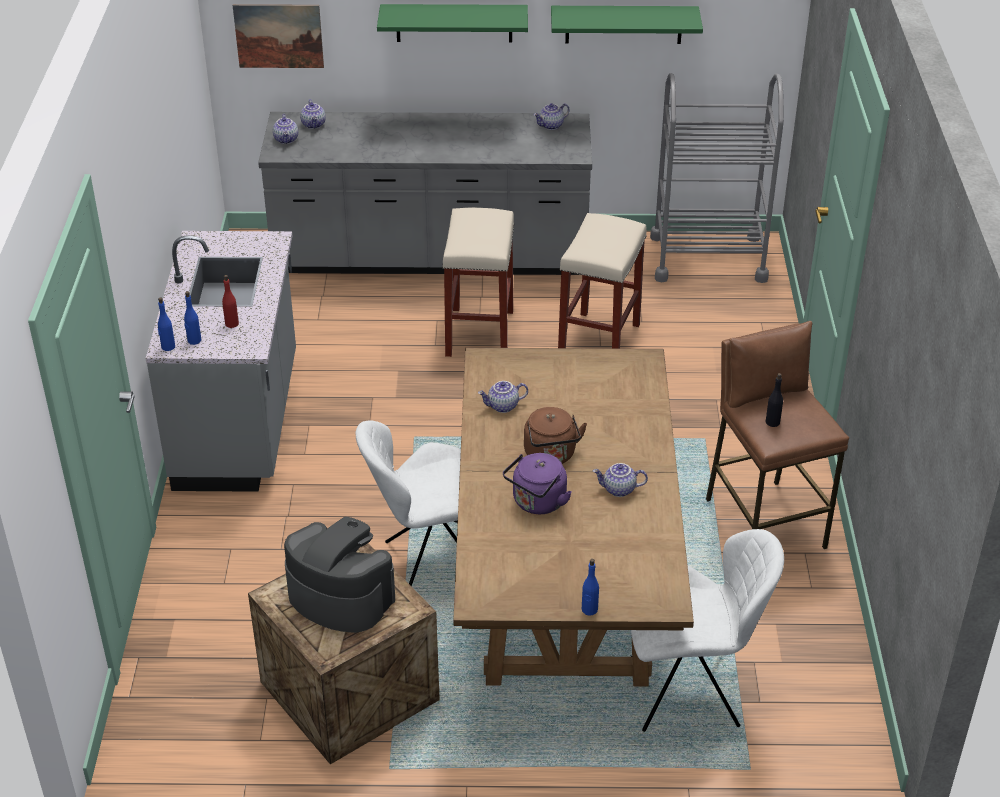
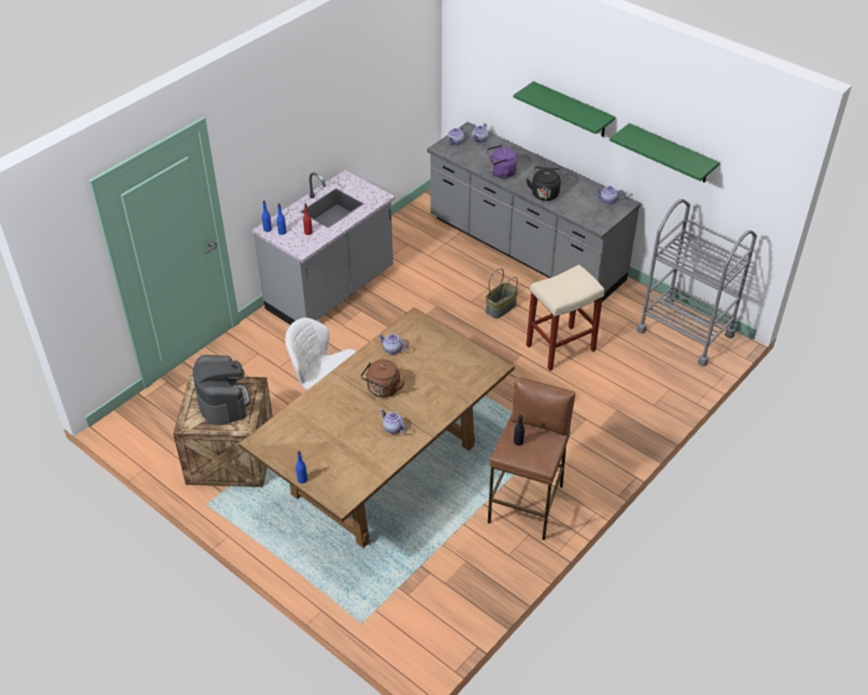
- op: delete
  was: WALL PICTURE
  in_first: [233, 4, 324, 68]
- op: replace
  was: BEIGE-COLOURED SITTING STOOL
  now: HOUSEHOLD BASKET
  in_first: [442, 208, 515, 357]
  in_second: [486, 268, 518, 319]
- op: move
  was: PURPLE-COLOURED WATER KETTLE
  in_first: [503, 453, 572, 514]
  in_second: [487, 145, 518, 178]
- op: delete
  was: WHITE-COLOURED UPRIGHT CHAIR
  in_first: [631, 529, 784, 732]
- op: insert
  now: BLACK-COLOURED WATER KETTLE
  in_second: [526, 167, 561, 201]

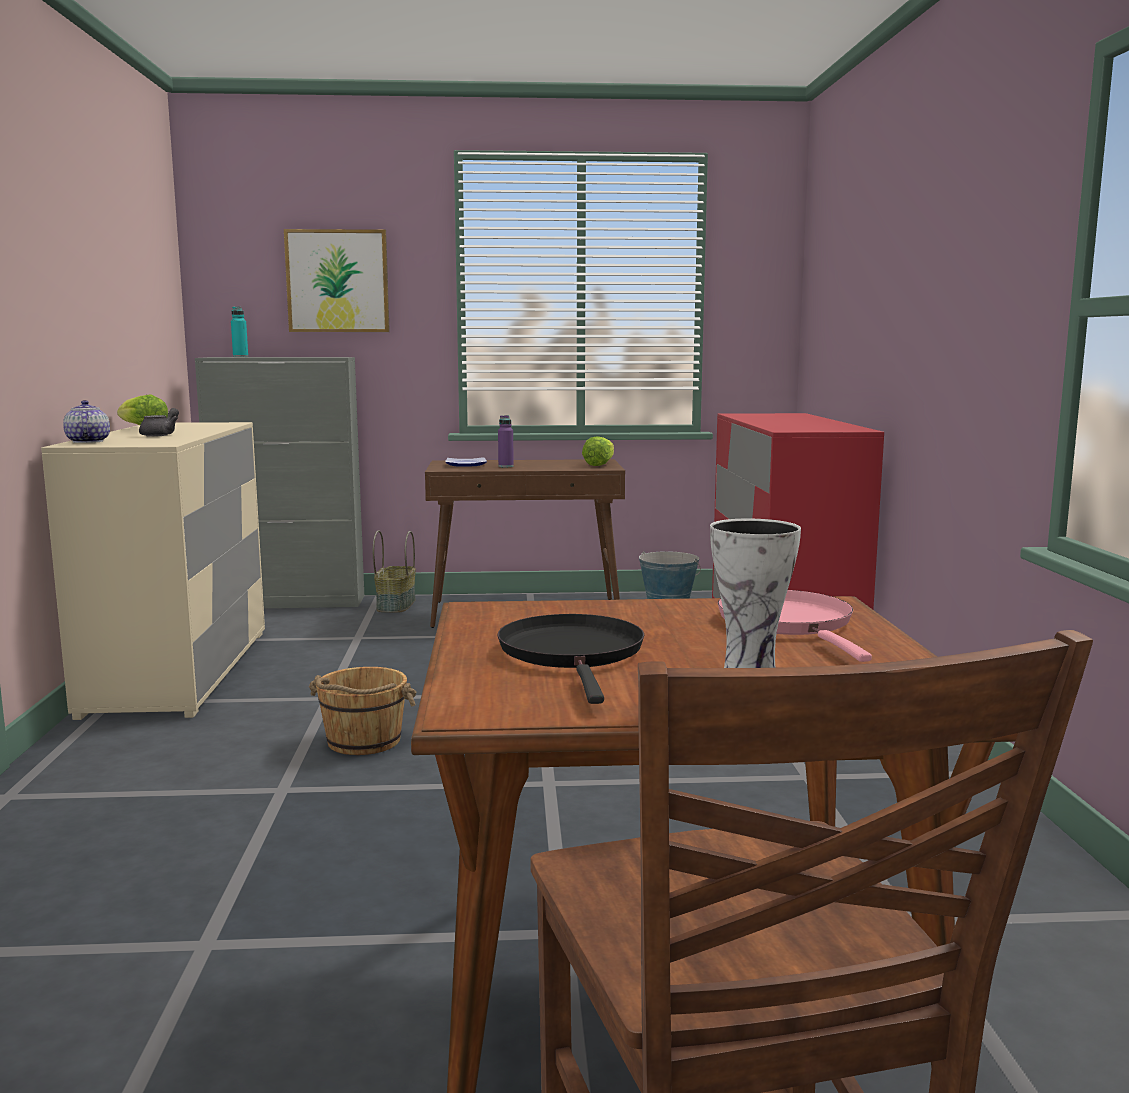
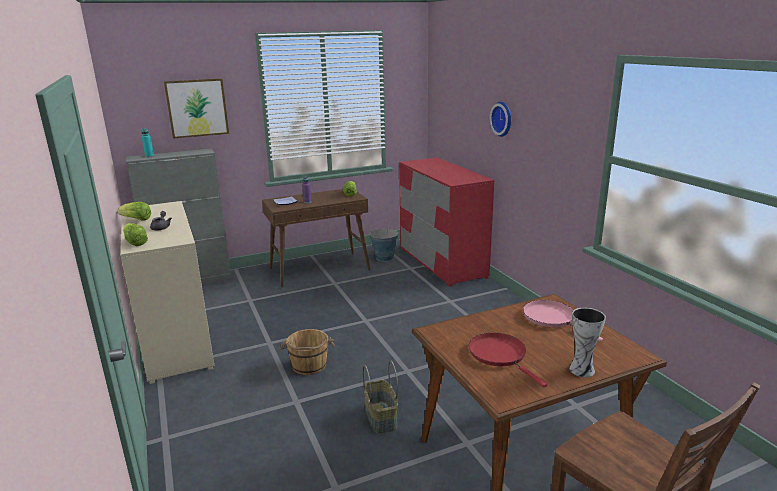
- op: replace
  was: POT FOR TEA
  now: LETTUCE
  in_first: [63, 400, 110, 443]
  in_second: [123, 223, 148, 246]
- op: move
  was: HOUSEHOLD BASKET
  in_first: [373, 530, 416, 613]
  in_second: [363, 360, 398, 434]
- op: recolor
  was: BLACK-COLOURED PAN
  now: RED-COLOURED PAN
  in_first: [497, 614, 644, 704]
  in_second: [469, 333, 547, 387]
- op: insert
  now: WALL CLOCK
  in_second: [490, 102, 512, 137]

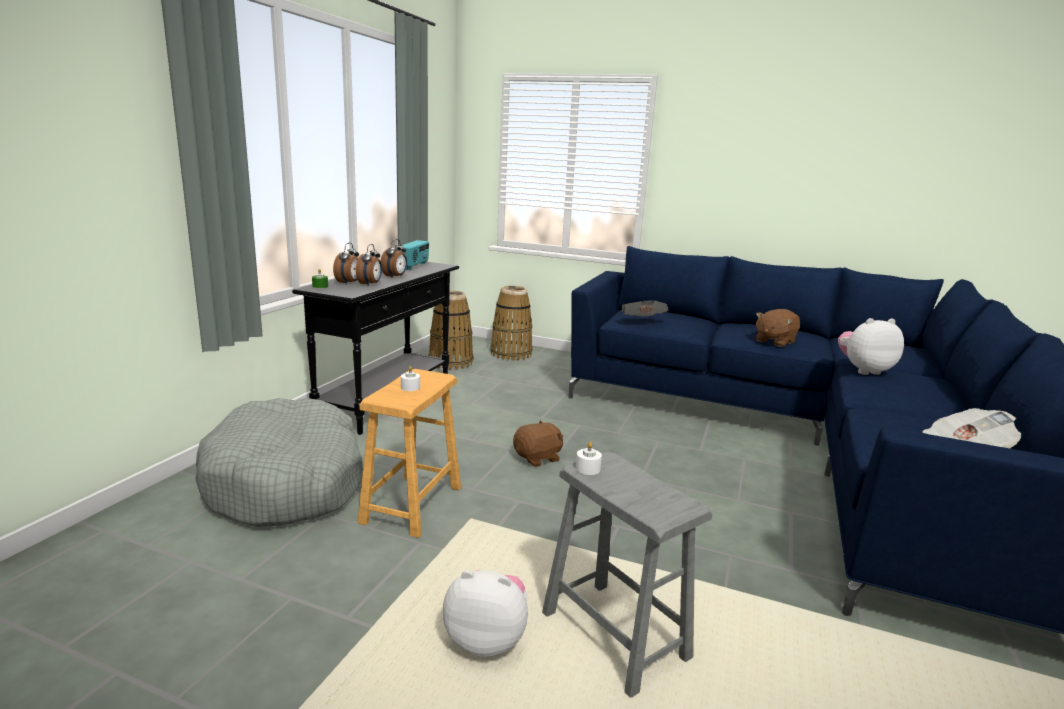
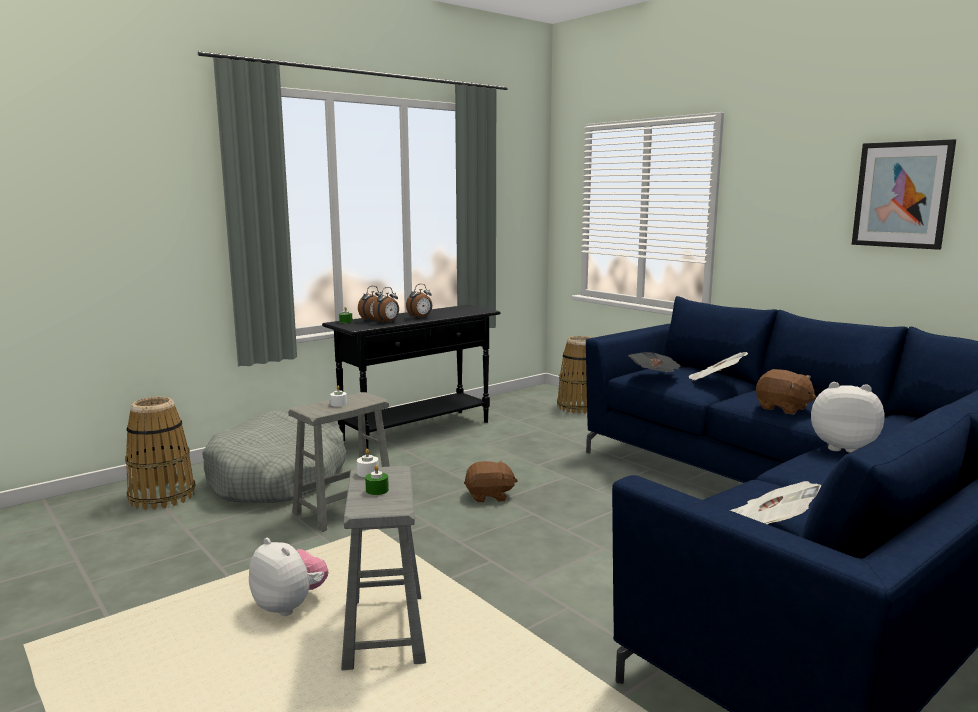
- op: recolor
  was: BROWN SITTING STOOL
  now: GREY SITTING STOOL
  in_first: [357, 369, 461, 538]
  in_second: [288, 392, 390, 532]
- op: delete
  was: RADIO SET
  in_first: [397, 240, 429, 270]
- op: move
  was: HOUSEHOLD BASKET
  in_first: [429, 290, 473, 370]
  in_second: [125, 397, 195, 510]
- op: rotate
  was: BROWN CUDDLY TOY
  in_first: [756, 309, 800, 347]
  in_second: [756, 369, 816, 415]
  clockwise: -120
- op: insert
  now: GREENISH WAX LIGHT
  in_second: [365, 465, 389, 495]
- op: insert
  now: DAILY PAPER
  in_second: [688, 352, 748, 381]
- op: insert
  now: WALL PICTURE
  in_second: [852, 139, 956, 250]

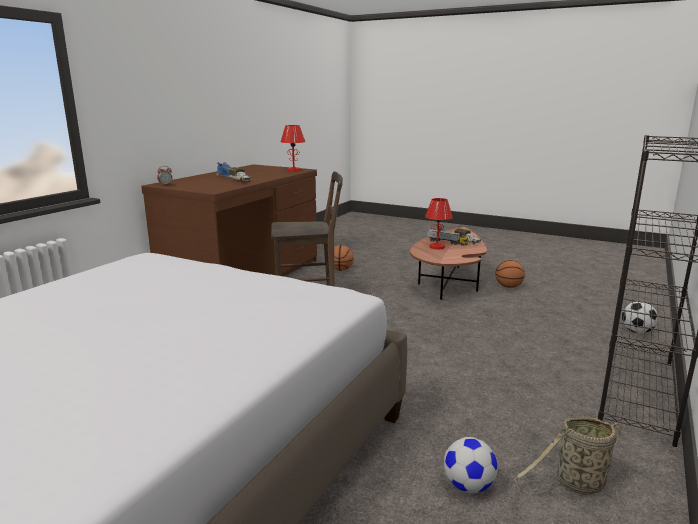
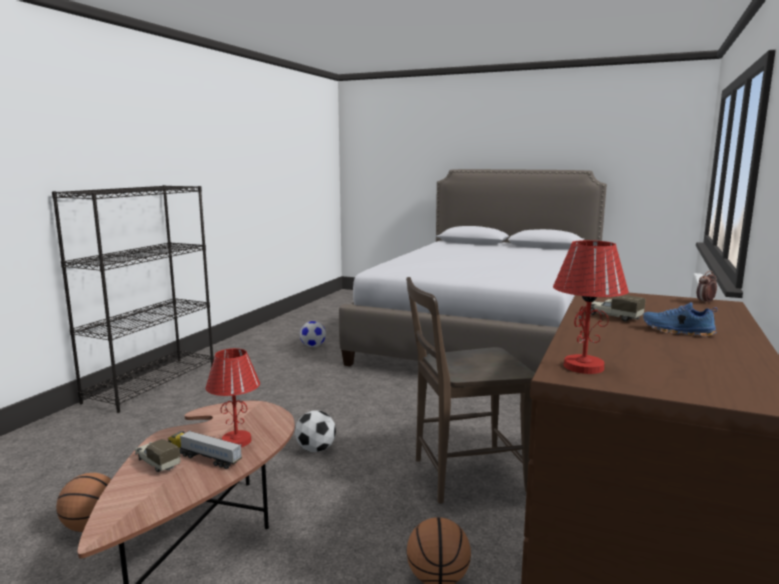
- op: delete
  was: HOUSEHOLD BASKET
  in_first: [514, 417, 627, 495]
- op: move
  was: FOOTBALL BALL
  in_first: [622, 302, 658, 333]
  in_second: [295, 410, 336, 452]

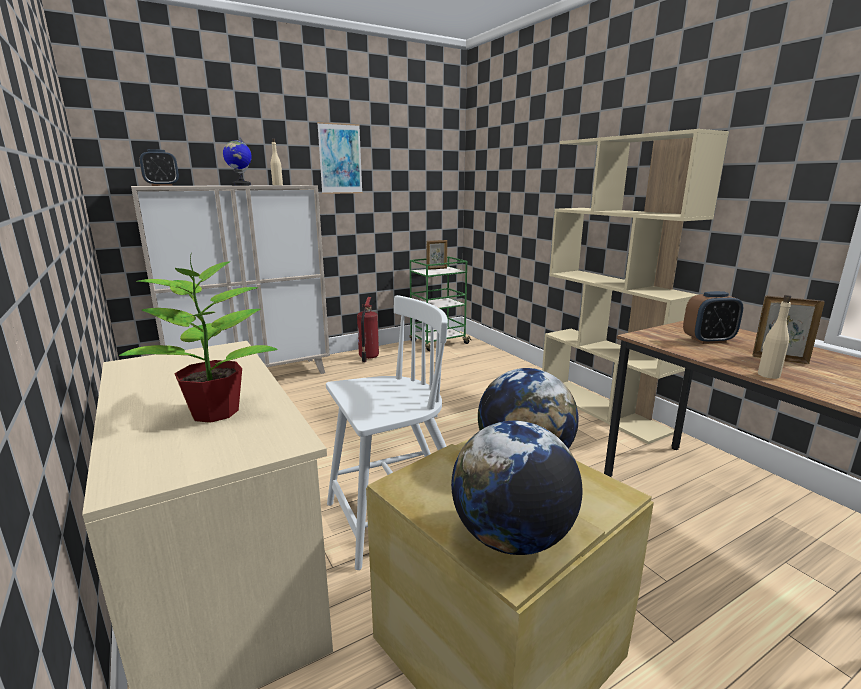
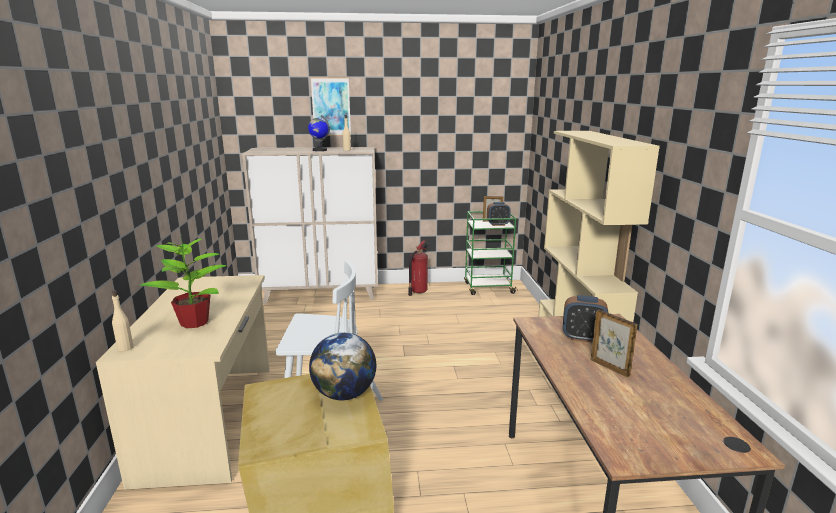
- op: move
  was: BEDSIDE CLOCK
  in_first: [139, 149, 179, 186]
  in_second: [487, 202, 511, 226]
- op: move
  was: WALL PICTURE
  in_first: [317, 122, 363, 194]
  in_second: [311, 77, 351, 136]
- op: delete
  was: GLOBE
  in_first: [451, 421, 583, 555]
- op: move
  was: BEIGE-COLOURED BEVERAGE BOTTLE
  in_first: [758, 295, 791, 379]
  in_second: [112, 290, 134, 351]

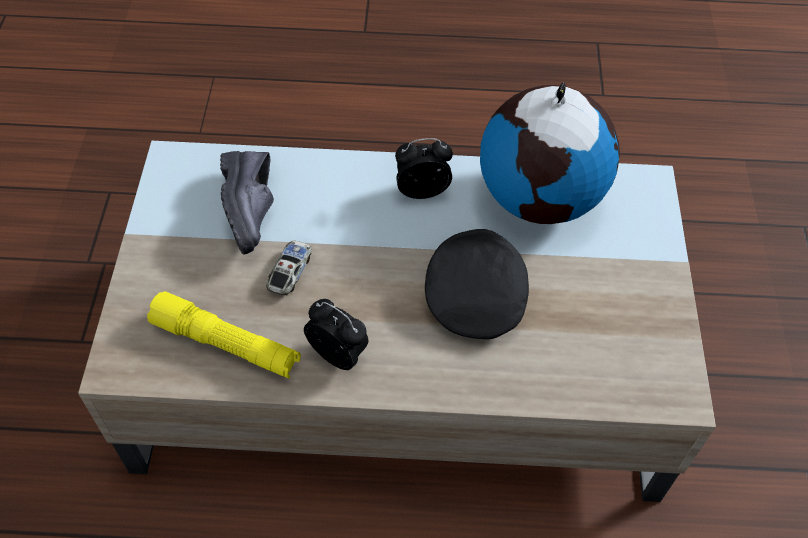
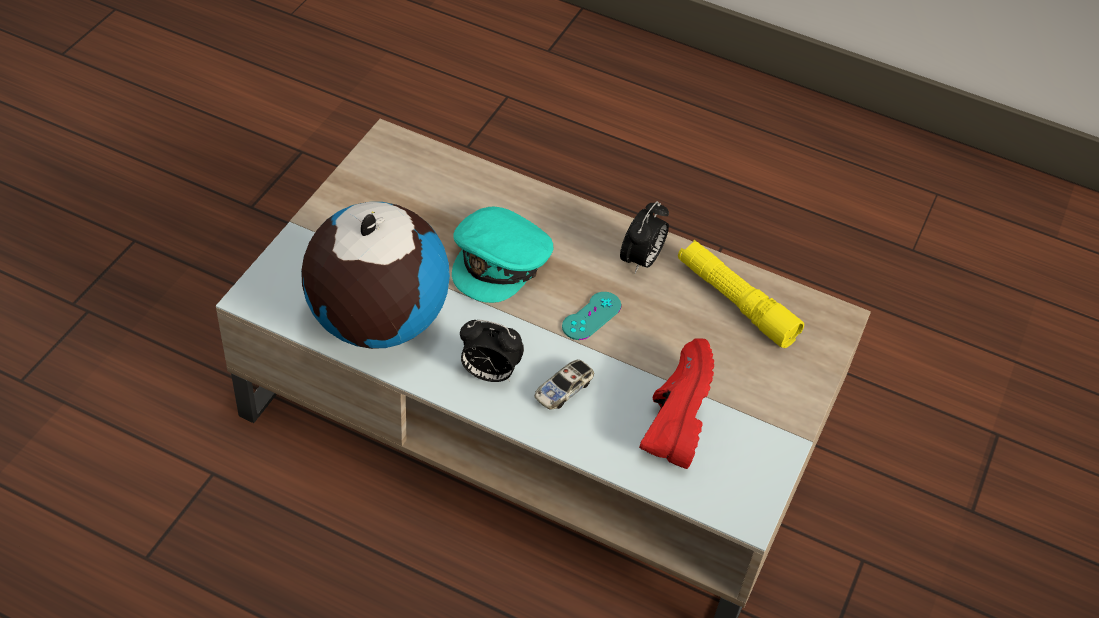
- op: recolor
  was: BLACK-COLOURED SHOE
  now: RED-COLOURED SHOE
  in_first: [220, 151, 274, 255]
  in_second: [639, 338, 714, 469]
- op: move
  was: TOY CAR
  in_first: [266, 241, 312, 295]
  in_second: [535, 360, 594, 409]
- op: rotate
  was: BEDSIDE CLOCK
  in_first: [304, 299, 369, 370]
  in_second: [620, 201, 669, 273]
  clockwise: -120
- op: recolor
  was: BLACK-COLOURED CAP
  now: BLUE-GREEN CAP
  in_first: [425, 229, 529, 339]
  in_second: [452, 207, 553, 303]
- op: insert
  now: BLUE-GREEN JOYPAD
  in_second: [562, 292, 621, 340]

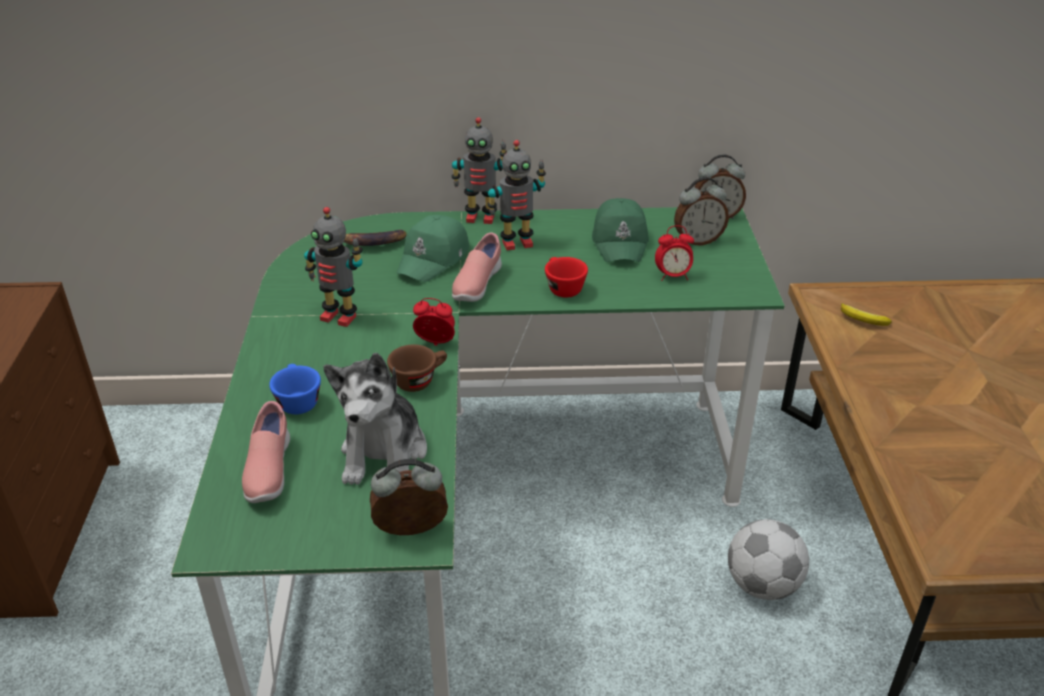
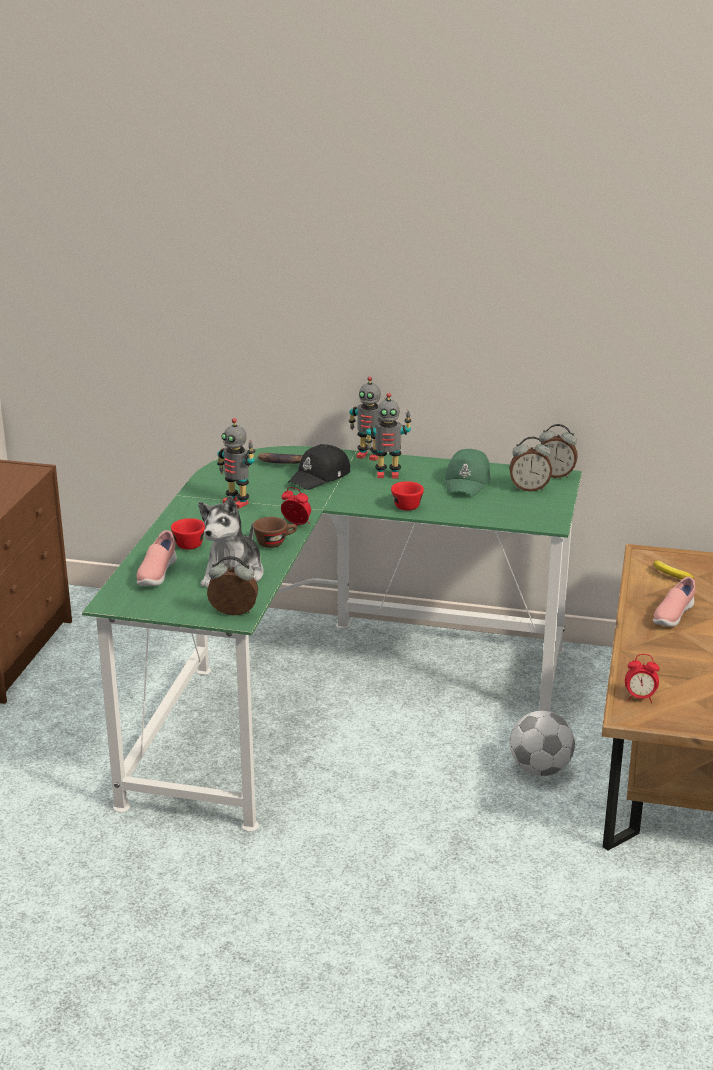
- op: recolor
  was: BLUE-COLOURED CUP
  now: RED-COLOURED CUP
  in_first: [269, 364, 321, 414]
  in_second: [171, 518, 205, 550]
- op: recolor
  was: GREENISH CAP
  now: BLACK-COLOURED CAP
  in_first: [396, 215, 469, 282]
  in_second: [288, 444, 350, 490]
- op: move
  was: PINKISH SHOE
  in_first: [452, 233, 502, 302]
  in_second: [653, 577, 695, 627]
- op: move
  was: BEDSIDE CLOCK
  in_first: [655, 225, 694, 281]
  in_second: [625, 654, 660, 703]

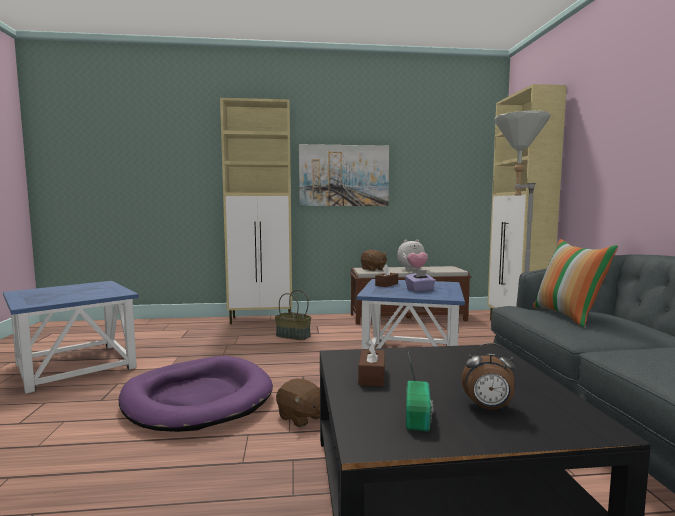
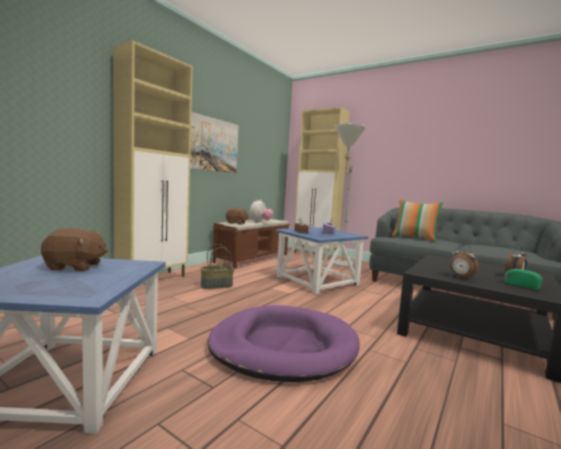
- op: move
  was: BROWN CUDDLY TOY
  in_first: [276, 378, 320, 427]
  in_second: [41, 228, 108, 271]
- op: replace
  was: BROWN TISSUE BOX
  now: BEDSIDE CLOCK
  in_first: [358, 338, 385, 386]
  in_second: [450, 245, 479, 278]

